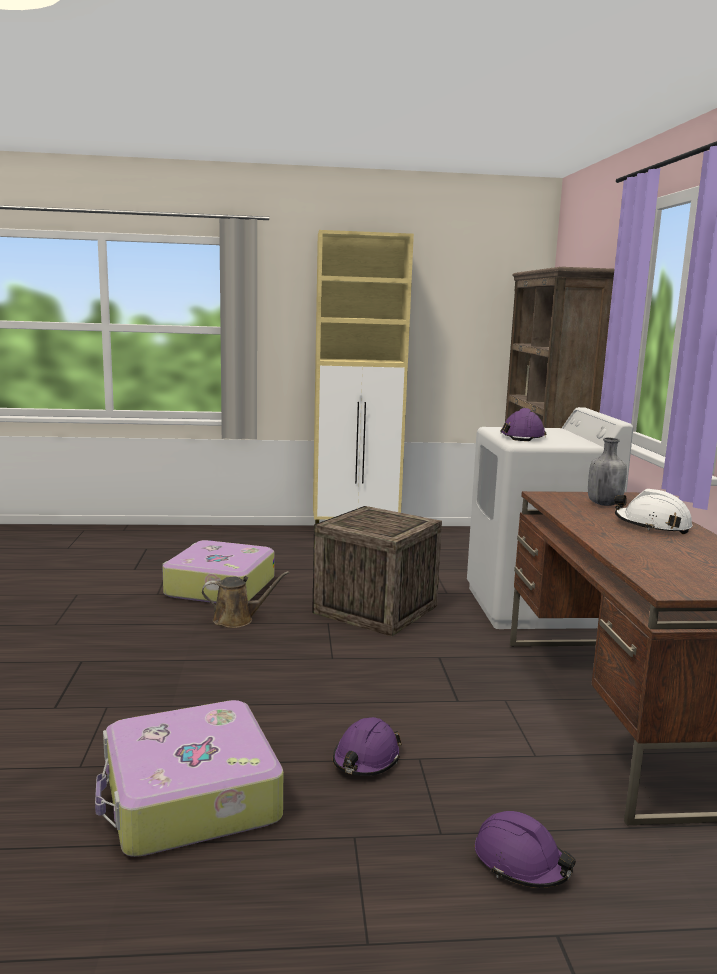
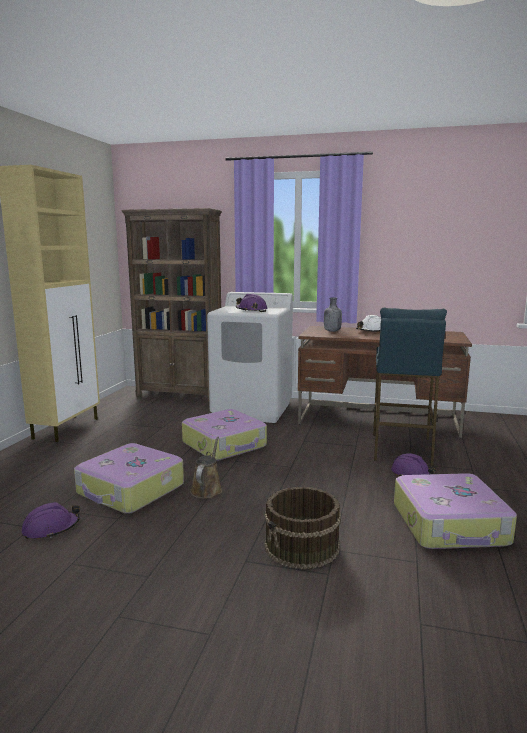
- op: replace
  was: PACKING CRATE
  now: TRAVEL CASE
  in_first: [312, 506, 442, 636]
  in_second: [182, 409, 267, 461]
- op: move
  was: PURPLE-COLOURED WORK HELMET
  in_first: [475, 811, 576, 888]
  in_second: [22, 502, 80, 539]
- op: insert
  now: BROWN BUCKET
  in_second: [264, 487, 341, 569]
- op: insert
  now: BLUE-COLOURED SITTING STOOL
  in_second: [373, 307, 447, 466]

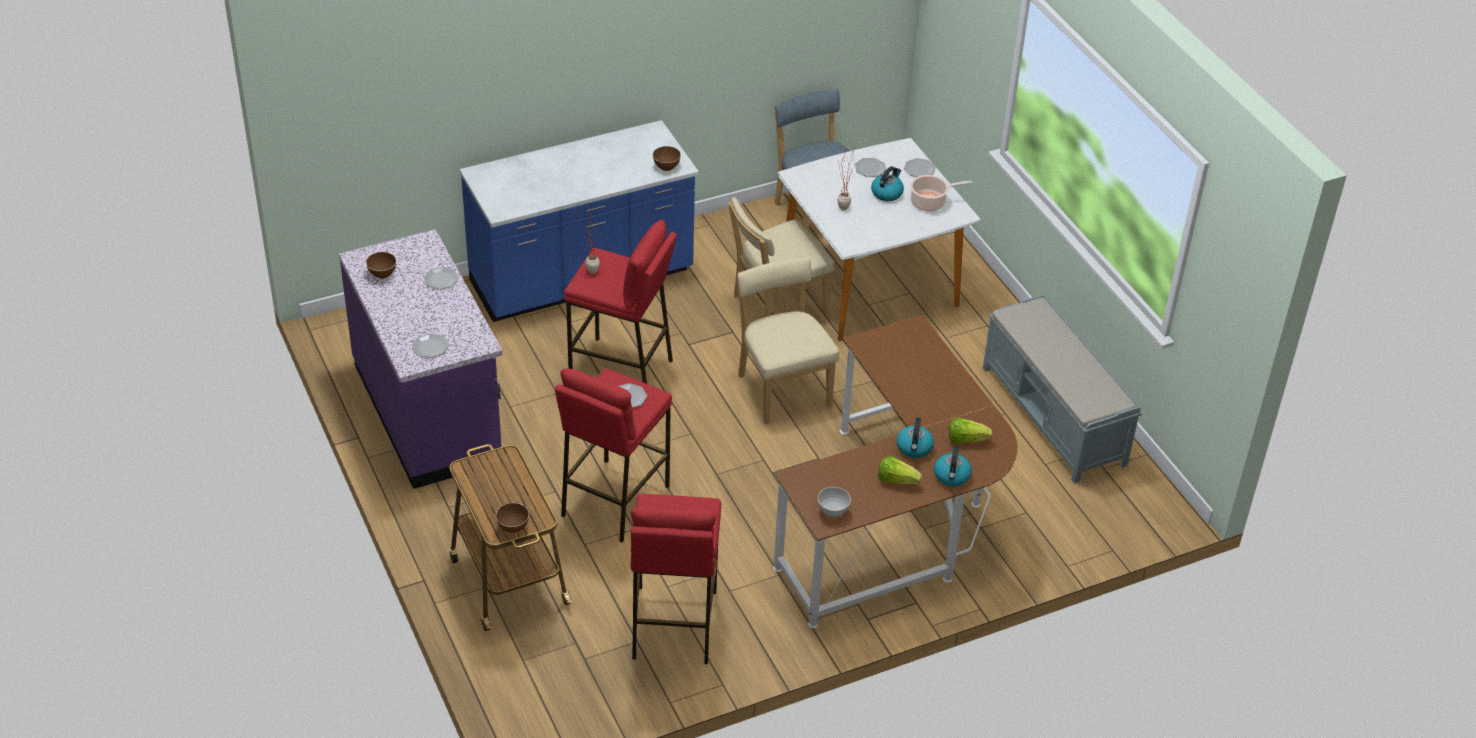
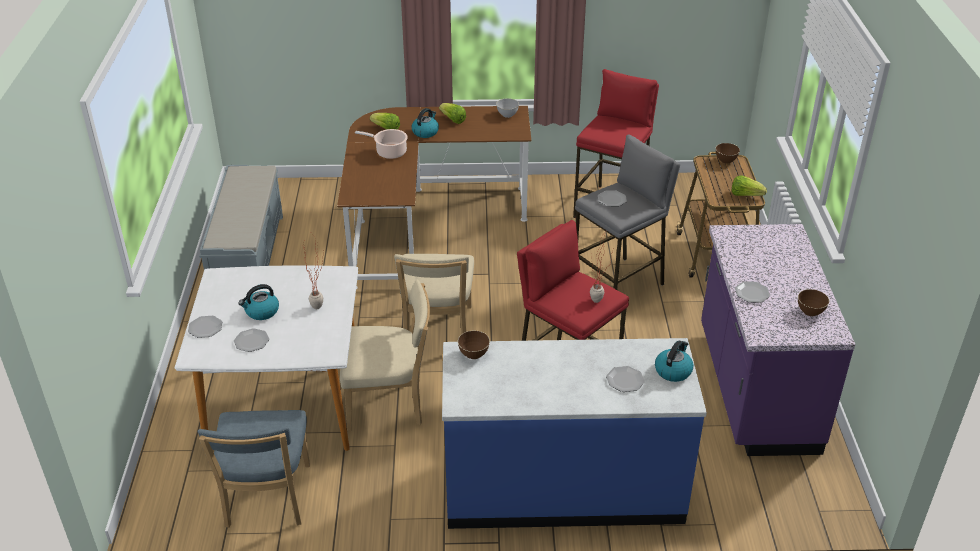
- op: move
  was: DINNER PLATE
  in_first: [412, 333, 449, 358]
  in_second: [606, 366, 645, 392]
- op: recolor
  was: RED-COLOURED SITTING STOOL
  now: GREY SITTING STOOL
  in_first: [555, 368, 672, 542]
  in_second: [575, 134, 680, 290]
- op: move
  was: SAUCEPOT
  in_first: [910, 175, 972, 211]
  in_second: [355, 129, 407, 159]
- op: move
  was: WATER KETTLE
  in_first: [934, 445, 972, 487]
  in_second: [655, 340, 694, 382]
- op: insert
  now: LETTUCE
  in_second: [732, 175, 767, 196]

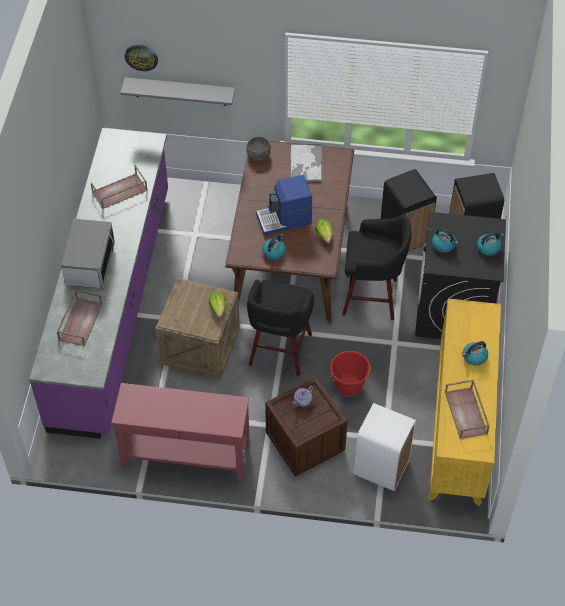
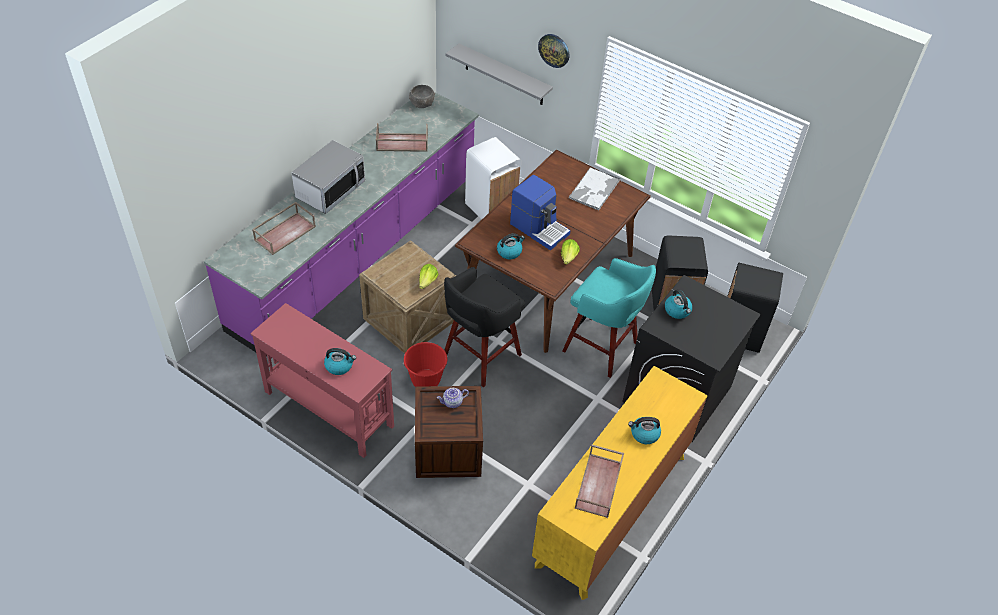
- op: move
  was: WALL CLOCK
  in_first: [125, 45, 158, 71]
  in_second: [538, 34, 569, 68]
- op: move
  was: GREY DEEP DISH
  in_first: [246, 137, 271, 161]
  in_second: [409, 85, 435, 108]
- op: rotate
  was: COFFEE MACHINE
  in_first: [256, 175, 313, 235]
  in_second: [510, 175, 571, 250]
  clockwise: -150
- op: move
  was: RED-COLOURED BUCKET
  in_first: [330, 351, 371, 396]
  in_second: [403, 342, 448, 387]
- op: recolor
  was: BLACK-COLOURED SITTING STOOL
  now: BLUE-GREEN SITTING STOOL
  in_first: [342, 214, 412, 320]
  in_second: [562, 258, 656, 378]
- op: move
  was: WHITE-COLOURED RUBBISH BIN
  in_first: [354, 403, 416, 491]
  in_second: [465, 137, 521, 220]
- op: move
  was: WATER KETTLE
  in_first: [477, 232, 504, 256]
  in_second: [324, 348, 356, 375]

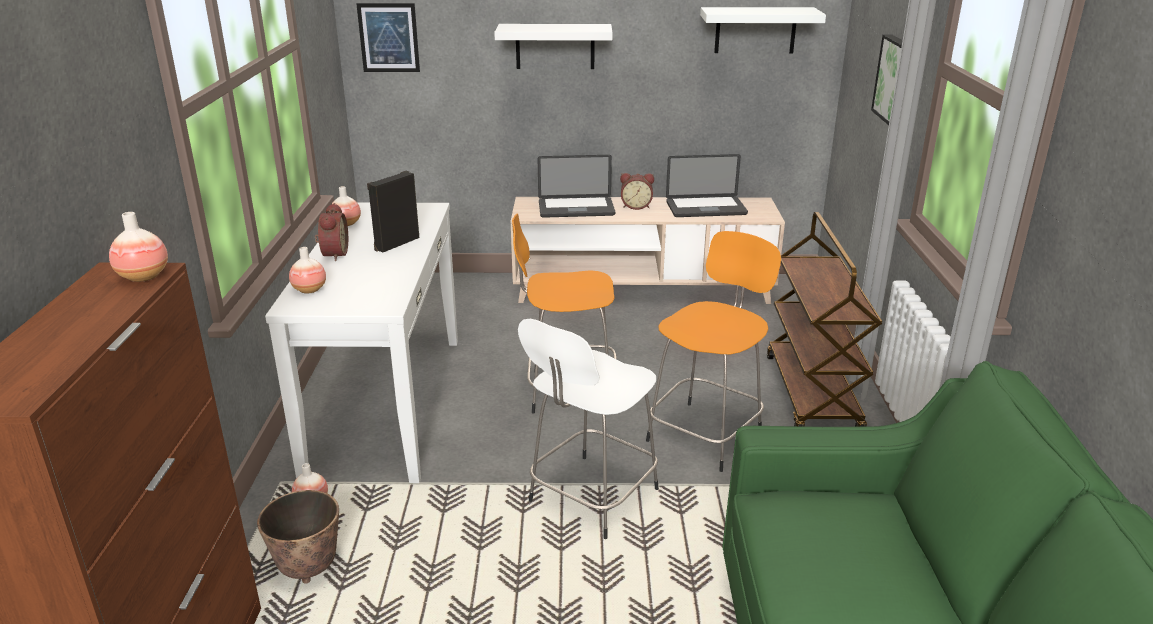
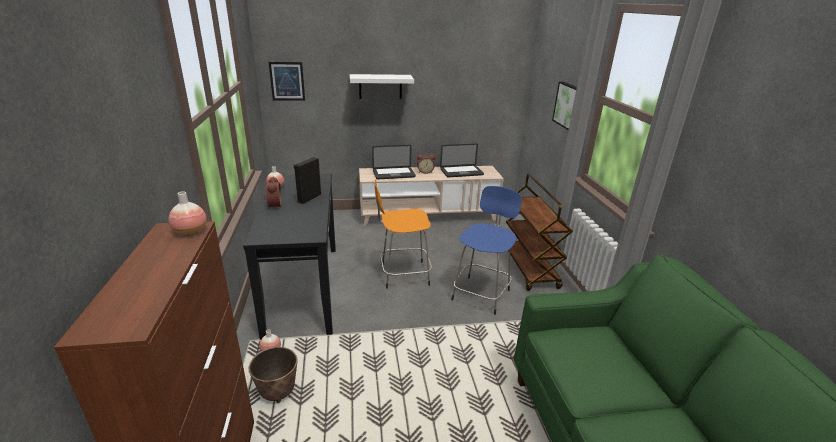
- op: recolor
  was: WHITE-COLOURED NARROW TABLE
  now: BLACK-COLOURED NARROW TABLE
  in_first: [265, 202, 458, 483]
  in_second: [243, 174, 336, 340]
- op: delete
  was: VASE
  in_first: [289, 247, 326, 294]
- op: delete
  was: WHITE-COLOURED SITTING STOOL
  in_first: [518, 319, 659, 539]
- op: recolor
  was: ORANGE SITTING STOOL
  now: BLUE-COLOURED SITTING STOOL
  in_first: [646, 231, 781, 472]
  in_second: [451, 186, 522, 315]
- op: delete
  was: WHITE-COLOURED WALL SHELF
  in_first: [700, 7, 826, 53]

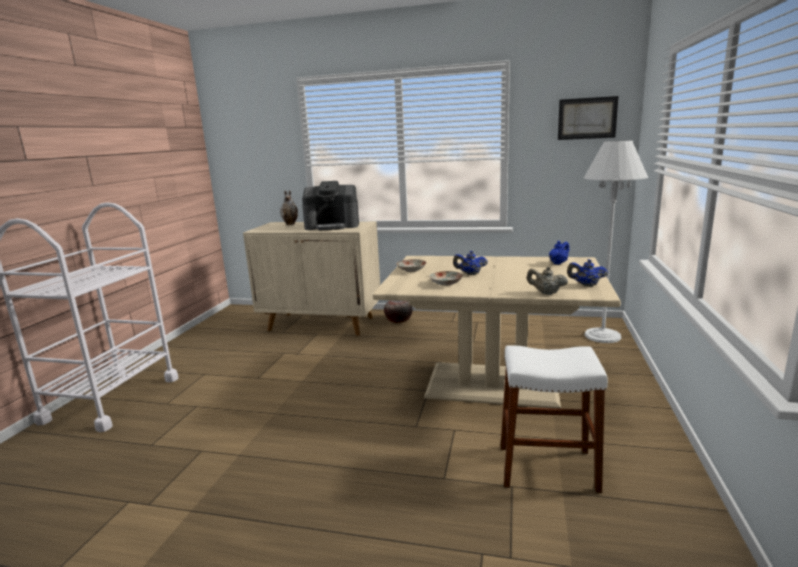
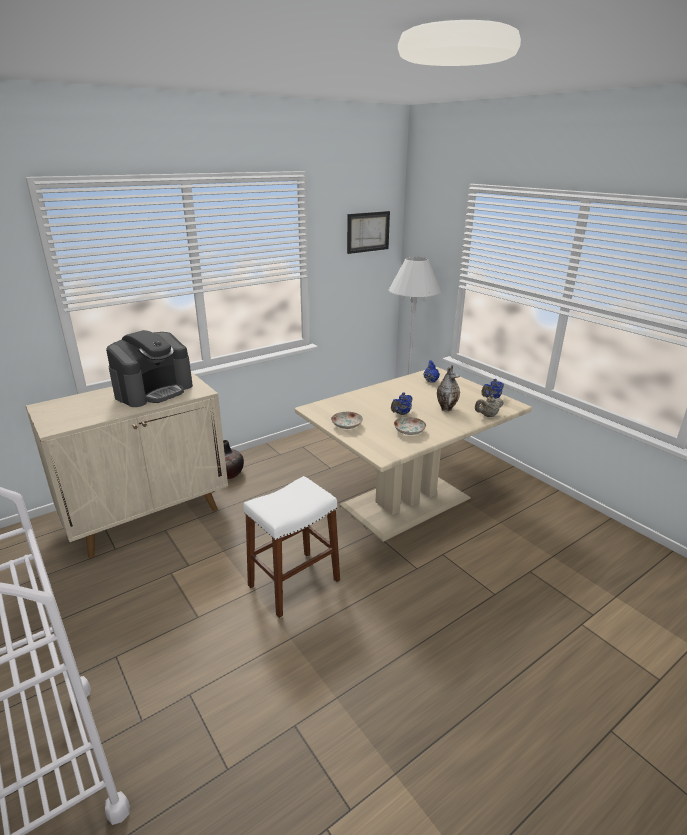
- op: move
  was: VASE
  in_first: [280, 190, 298, 225]
  in_second: [437, 366, 460, 412]
- op: move
  was: WHITE-COLOURED SITTING STOOL
  in_first: [501, 345, 608, 493]
  in_second: [243, 476, 340, 618]

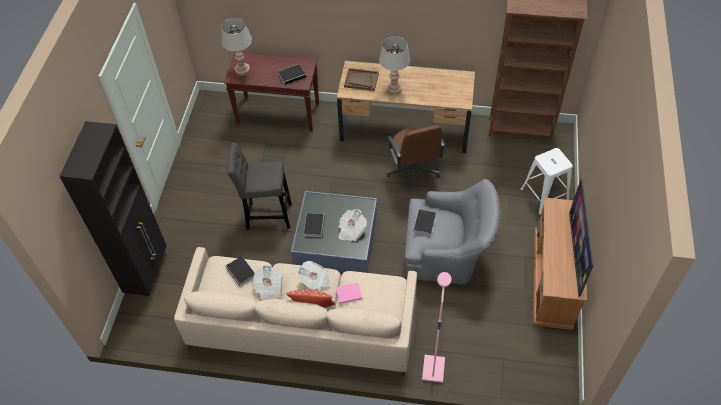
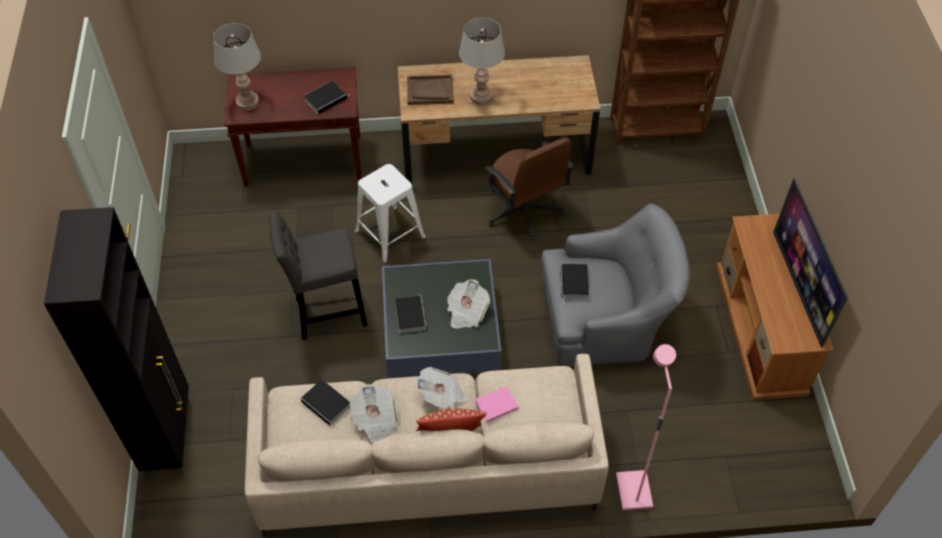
- op: move
  was: WHITE-COLOURED SITTING STOOL
  in_first: [520, 148, 573, 215]
  in_second: [355, 164, 426, 263]

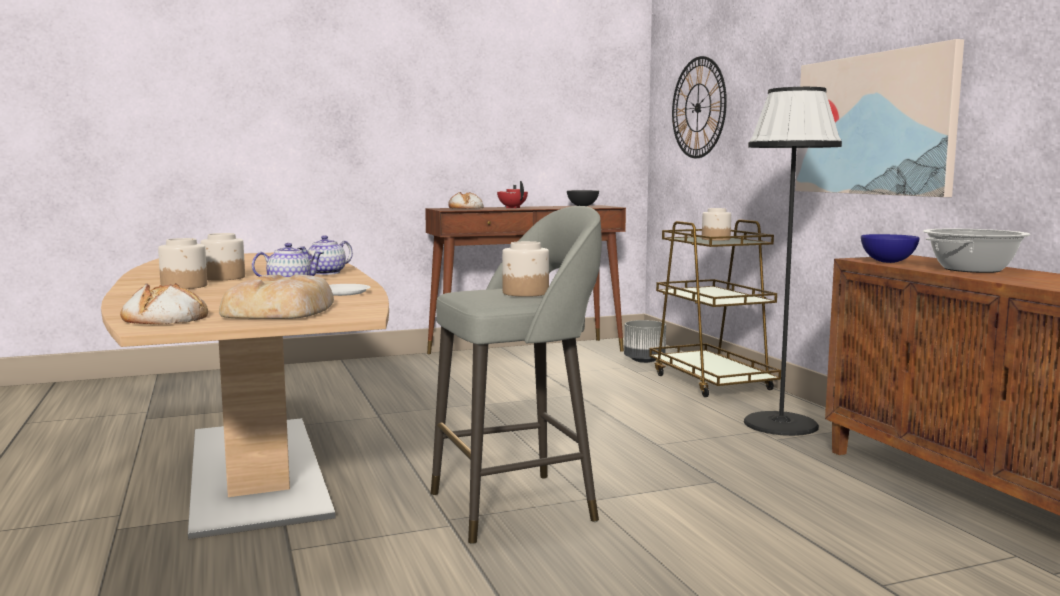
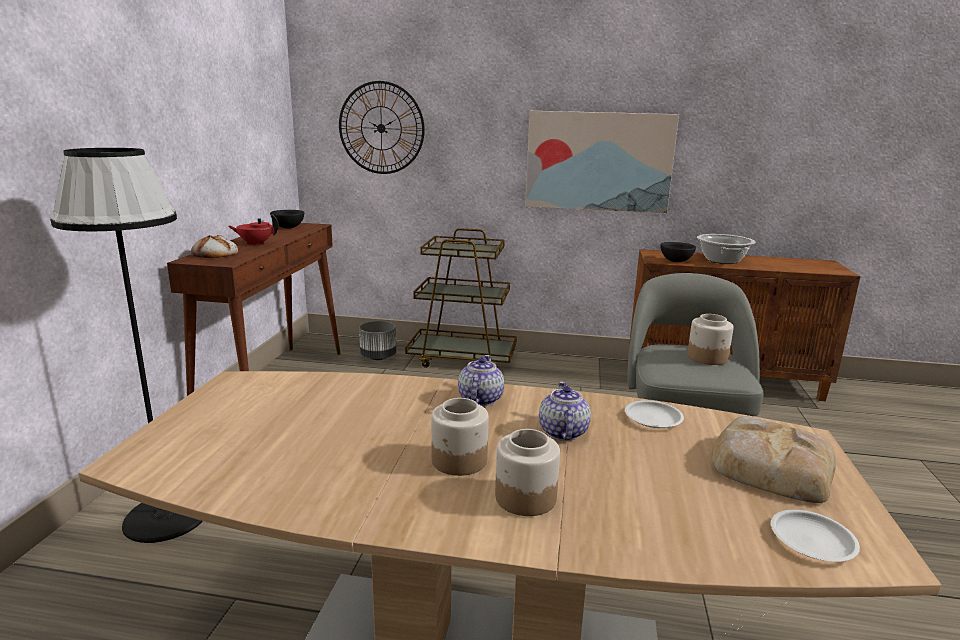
- op: replace
  was: BREAD
  now: WHITE-COLOURED DINNER PLATE
  in_first: [120, 283, 208, 324]
  in_second: [771, 510, 860, 562]
- op: rotate
  was: POT FOR TEA
  in_first: [298, 235, 353, 275]
  in_second: [458, 355, 504, 406]
  clockwise: -150
- op: delete
  was: STORAGE JAR
  in_first: [702, 208, 731, 241]
- op: move
  was: BLACK-COLOURED STANDING LAMP
  in_first: [744, 87, 842, 436]
  in_second: [50, 148, 203, 543]
- op: recolor
  was: BLUE-COLOURED DEEP DISH
  now: BLACK-COLOURED DEEP DISH
  in_first: [861, 234, 920, 263]
  in_second: [660, 242, 696, 262]

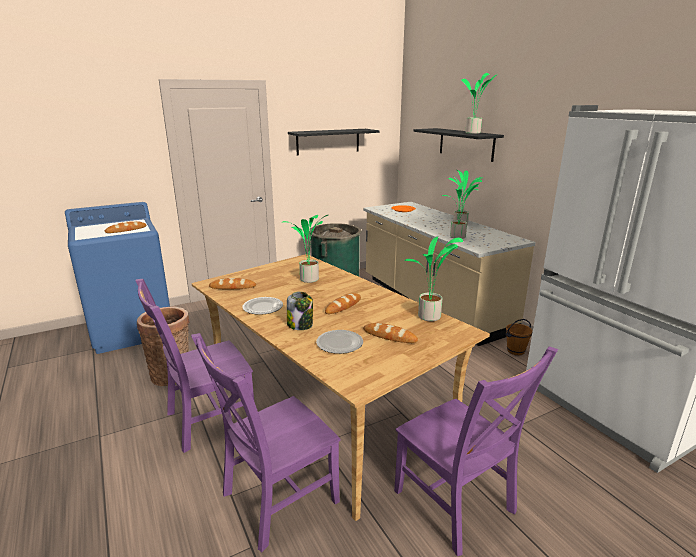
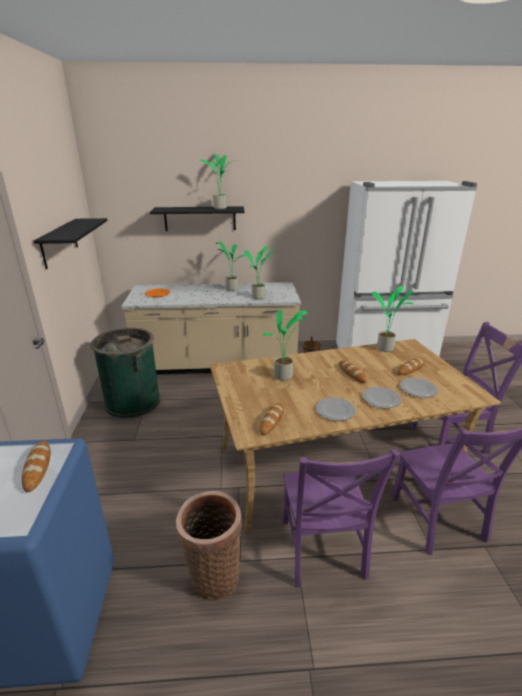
- op: replace
  was: STORAGE JAR
  now: DINNER PLATE
  in_first: [287, 291, 313, 330]
  in_second: [362, 387, 401, 408]

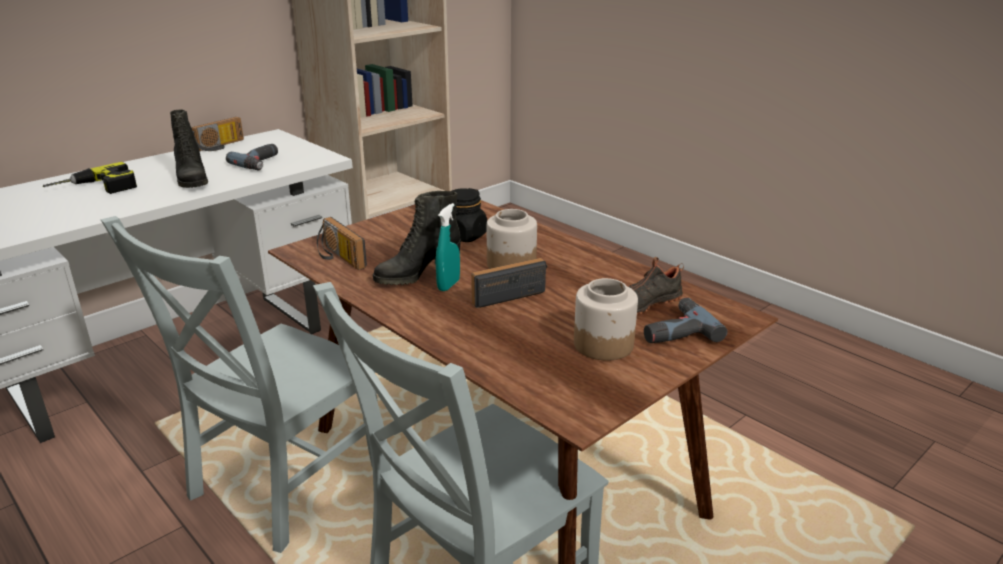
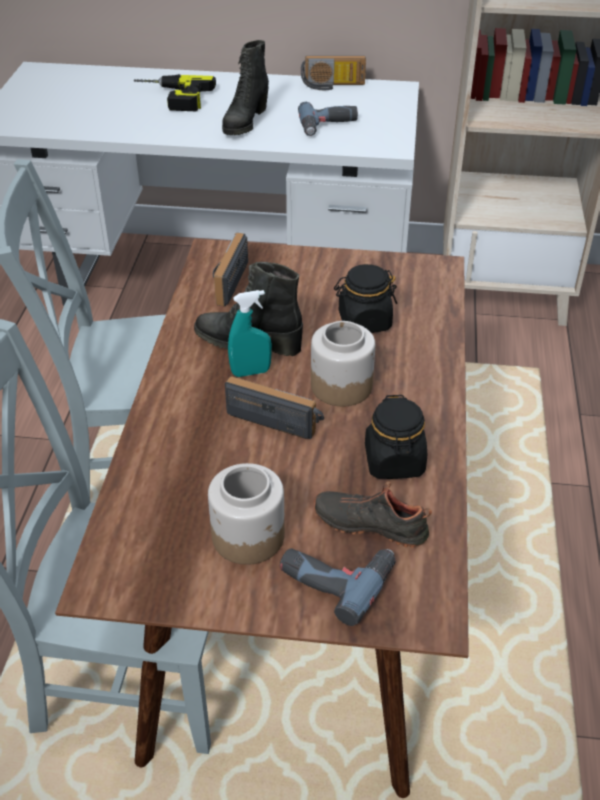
- op: insert
  now: BLACK-COLOURED STORAGE JAR
  in_second: [365, 395, 427, 479]

